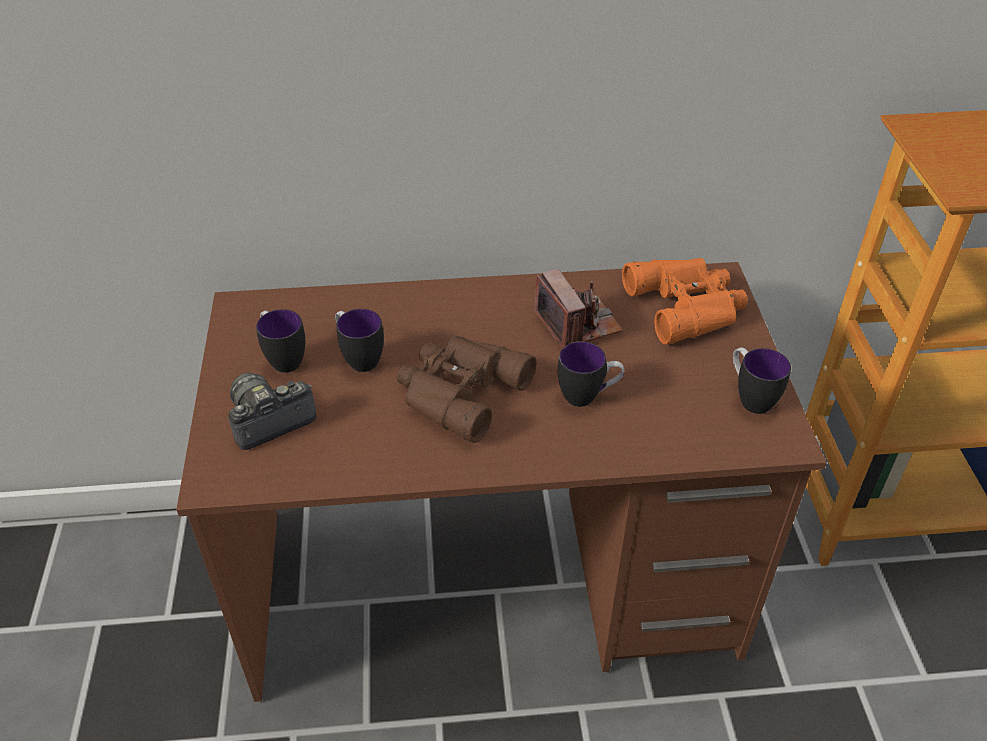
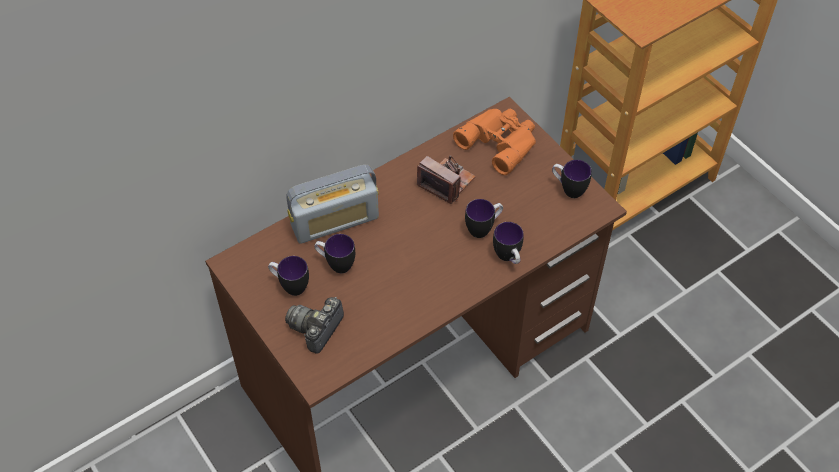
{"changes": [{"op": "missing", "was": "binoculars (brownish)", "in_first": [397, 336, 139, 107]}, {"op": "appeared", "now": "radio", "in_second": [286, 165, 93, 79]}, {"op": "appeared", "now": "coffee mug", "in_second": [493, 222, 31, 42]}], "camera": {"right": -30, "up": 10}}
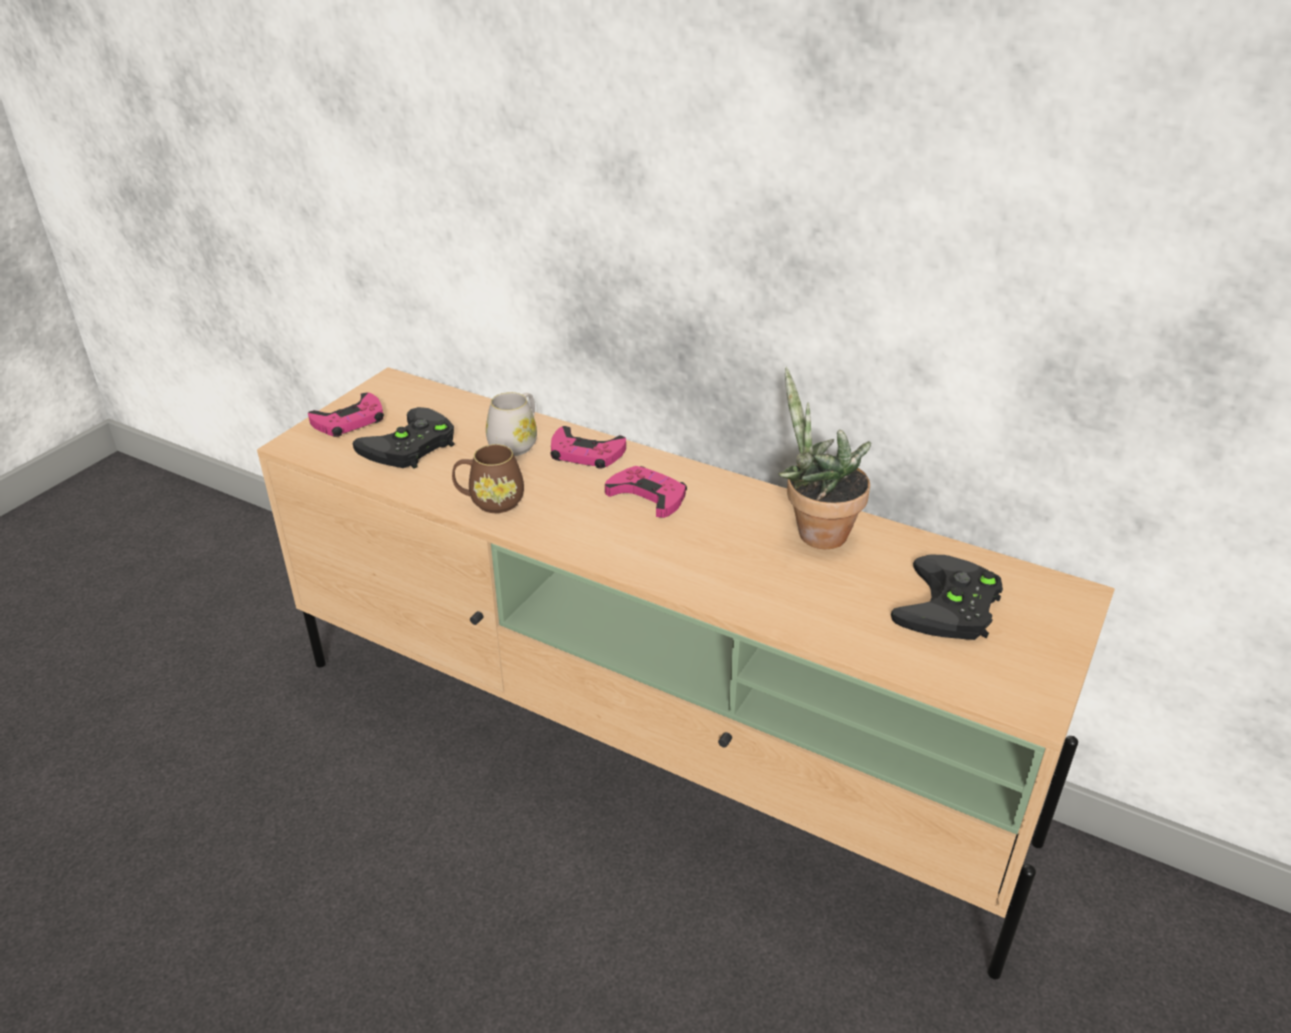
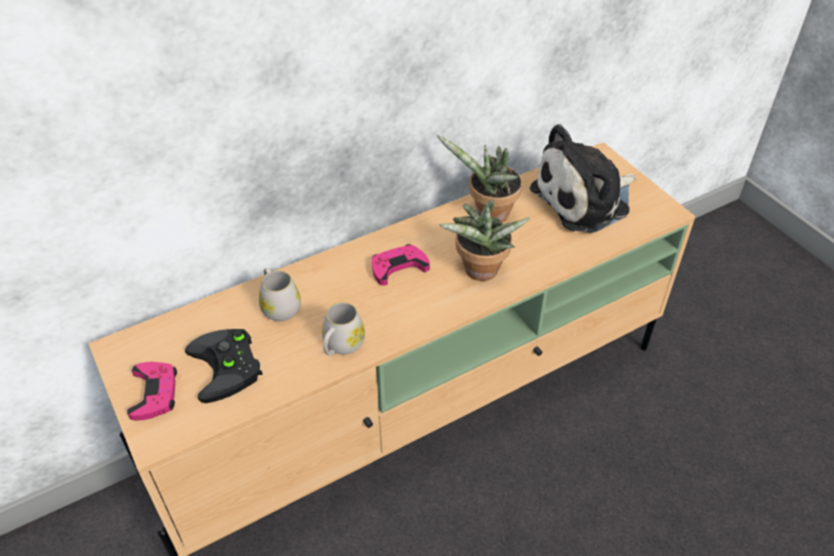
{"changes": [{"op": "colour", "was": "coffee mug (brownish)", "now": "coffee mug (white)", "in_first": [452, 444, 72, 69], "in_second": [322, 302, 43, 54]}, {"op": "missing", "was": "joypad (pink-coloured)", "in_first": [550, 426, 76, 43]}, {"op": "exchanged", "was": "joypad (blackish)", "now": "cuddly toy", "in_first": [891, 554, 112, 86], "in_second": [530, 124, 105, 109]}, {"op": "appeared", "now": "houseplant", "in_second": [438, 199, 92, 82]}], "camera": {"right": -60, "up": 10}}
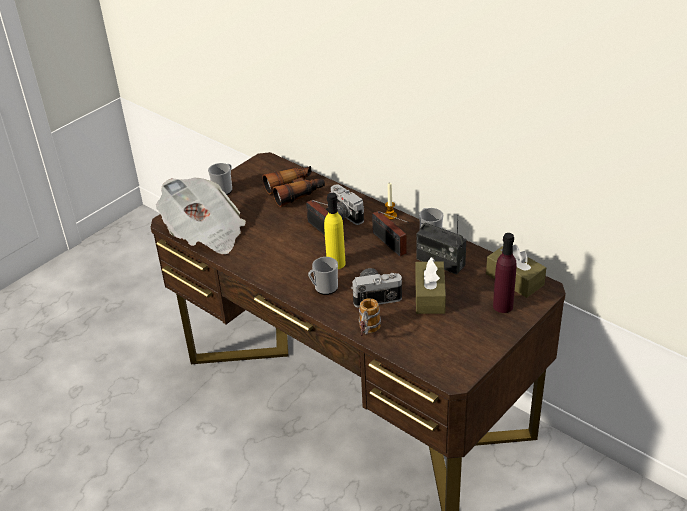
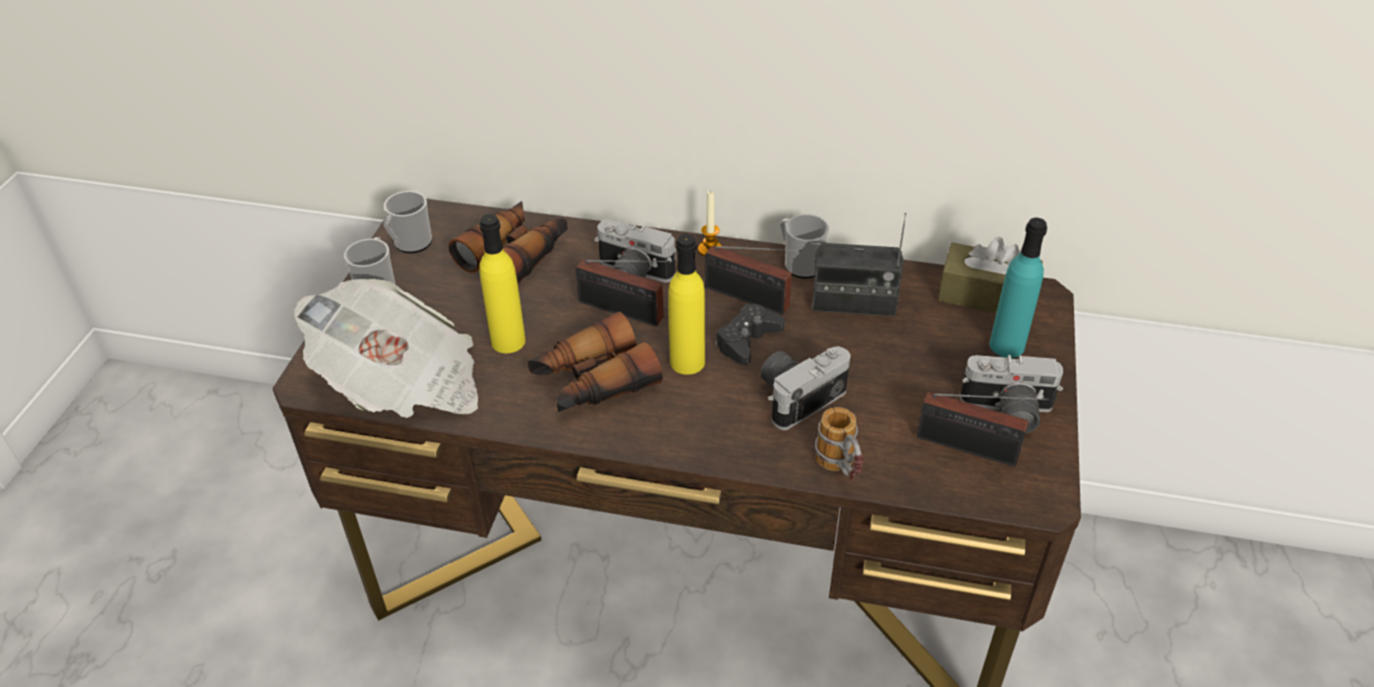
{"changes": [{"op": "relocated", "was": "coffee mug", "in_first": [308, 257, 30, 38], "in_second": [383, 191, 49, 62]}, {"op": "missing", "was": "tissue box (brownish)", "in_first": [415, 257, 31, 57]}, {"op": "colour", "was": "beverage bottle (purple)", "now": "beverage bottle (turquoise-coloured)", "in_first": [493, 233, 24, 80], "in_second": [990, 218, 57, 140]}, {"op": "appeared", "now": "beverage bottle (yellow-coloured)", "in_second": [479, 214, 47, 139]}, {"op": "appeared", "now": "binoculars", "in_second": [528, 312, 135, 100]}, {"op": "appeared", "now": "joypad (blackish)", "in_second": [715, 304, 70, 61]}, {"op": "appeared", "now": "radio", "in_second": [917, 392, 132, 74]}, {"op": "appeared", "now": "still camera", "in_second": [960, 355, 103, 79]}], "camera": {"right": -30, "up": 5}}
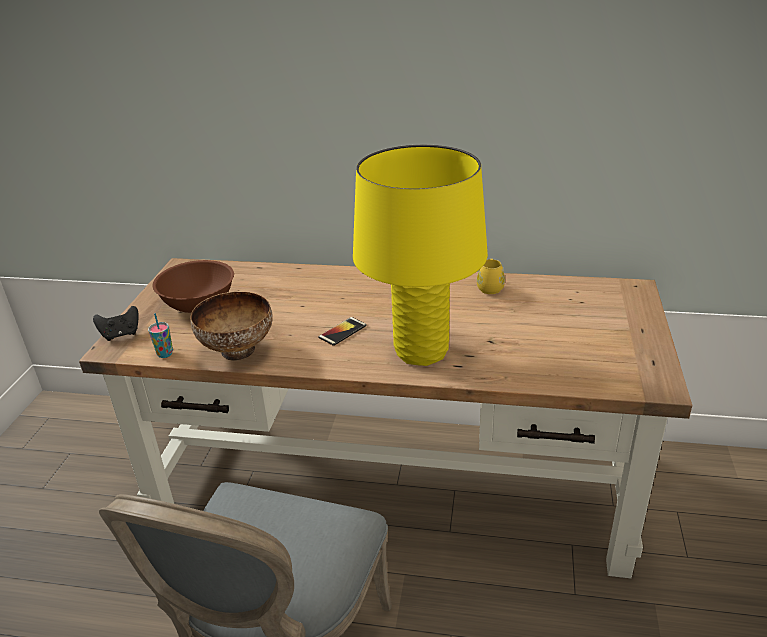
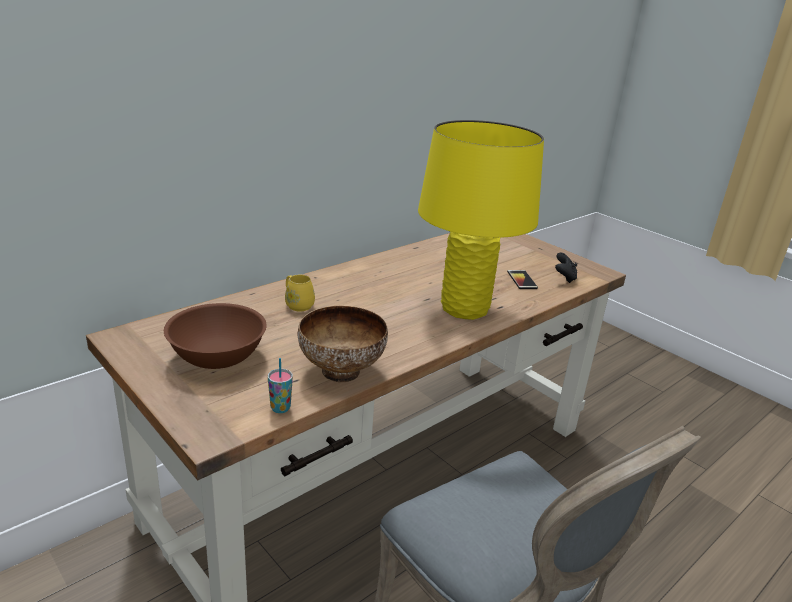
{"changes": [{"op": "relocated", "was": "joypad (blackish)", "in_first": [93, 306, 46, 35], "in_second": [555, 253, 22, 30]}, {"op": "relocated", "was": "handset", "in_first": [318, 317, 49, 29], "in_second": [507, 270, 31, 19]}, {"op": "relocated", "was": "coffee mug (yellow-coloured)", "in_first": [477, 259, 28, 35], "in_second": [285, 274, 30, 37]}], "camera": {"right": -55, "up": -5}}
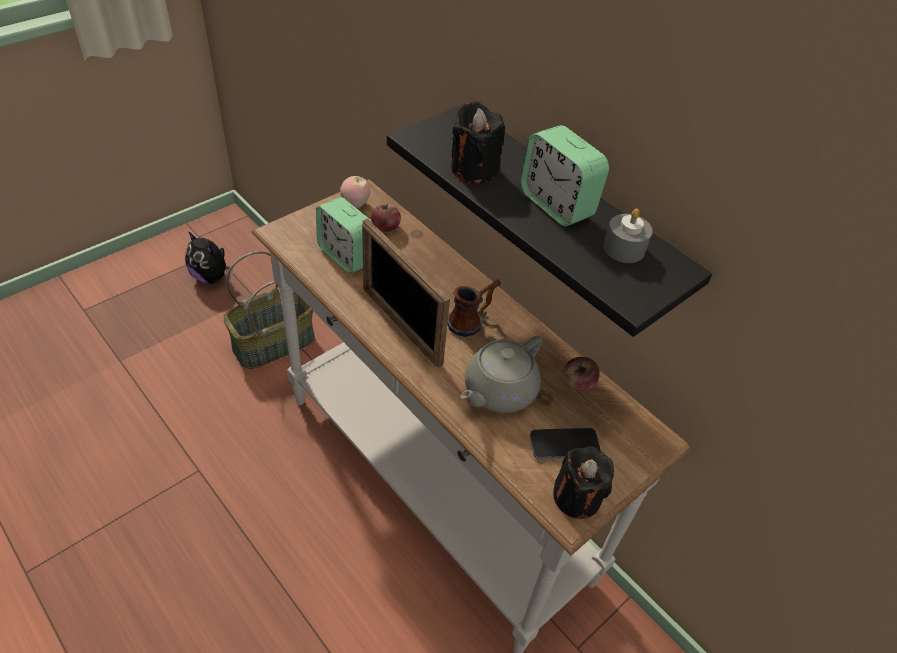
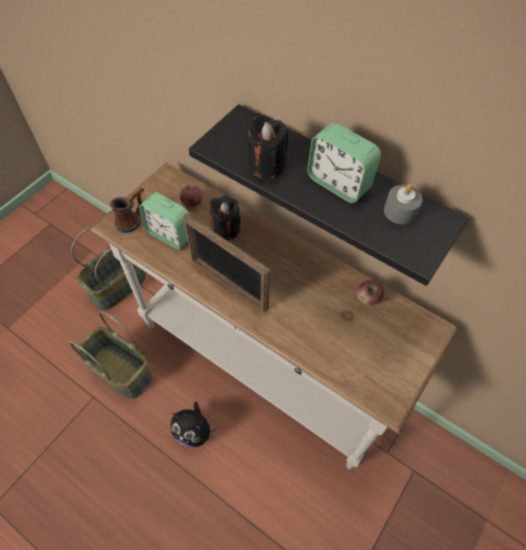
{"changes": [{"op": "relocated", "was": "cuddly toy", "in_first": [185, 231, 48, 53], "in_second": [170, 402, 47, 45]}, {"op": "missing", "was": "apple fruit", "in_first": [340, 176, 30, 32]}, {"op": "relocated", "was": "coffee mug", "in_first": [448, 280, 53, 57], "in_second": [110, 187, 34, 46]}, {"op": "missing", "was": "teapot (gray)", "in_first": [461, 336, 82, 77]}, {"op": "missing", "was": "handset", "in_first": [530, 428, 71, 31]}, {"op": "relocated", "was": "wax candle (blackish)", "in_first": [553, 446, 61, 73], "in_second": [210, 196, 31, 45]}, {"op": "appeared", "now": "basket", "in_second": [69, 311, 84, 88]}], "camera": {"right": -10, "up": 10}}
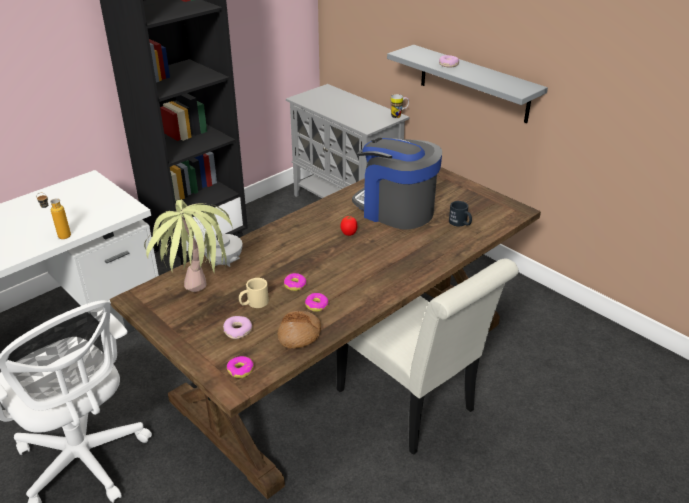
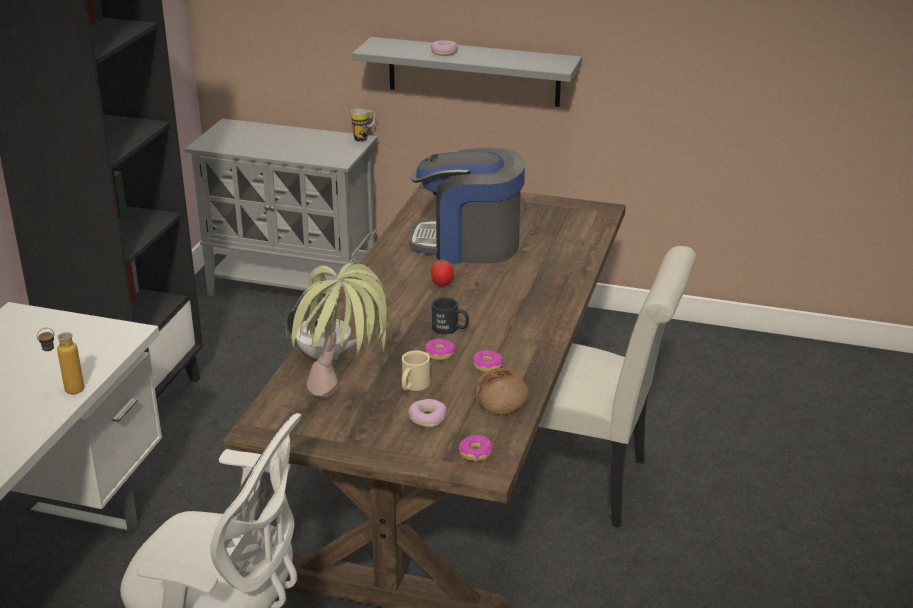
{"changes": [{"op": "relocated", "was": "coffee mug (blackish)", "in_first": [449, 201, 23, 25], "in_second": [432, 297, 37, 38]}], "camera": {"right": -30, "up": -5}}
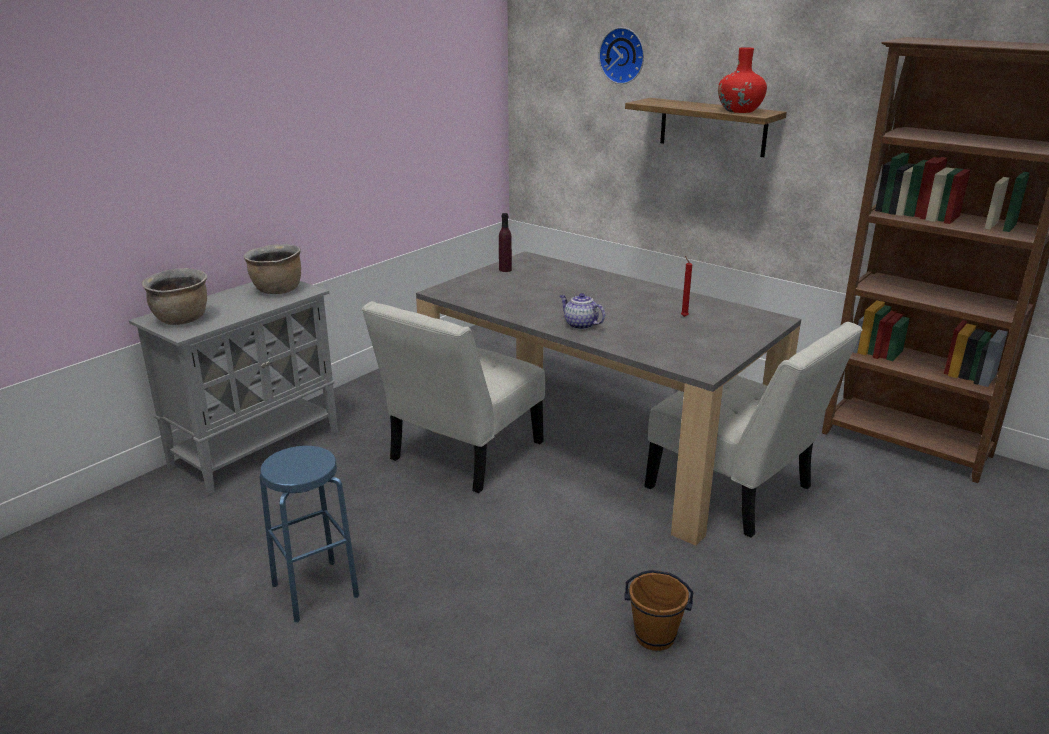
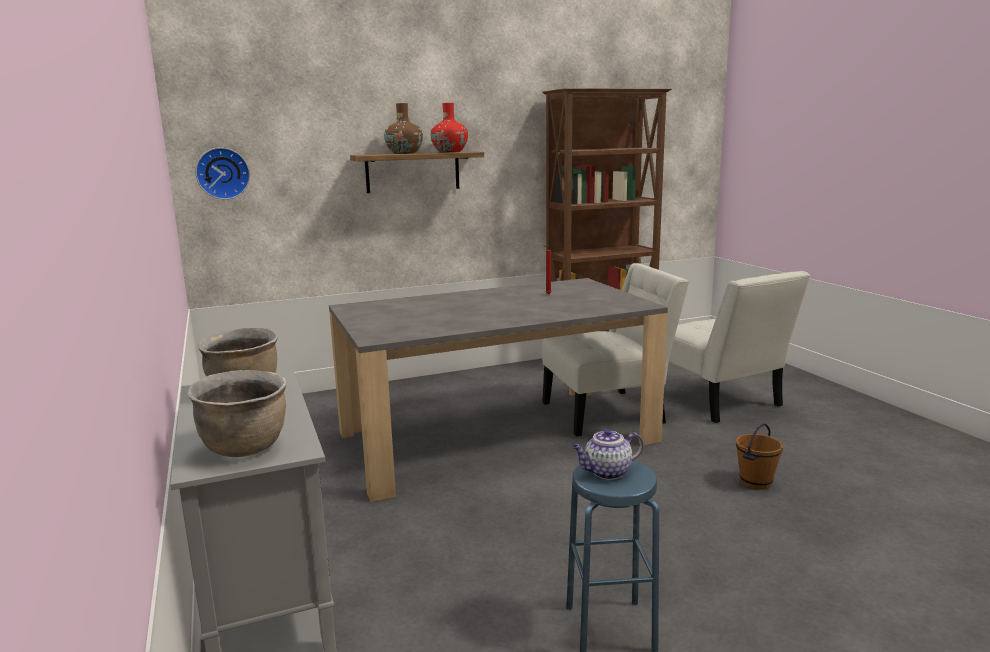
{"changes": [{"op": "relocated", "was": "plain chair (white)", "in_first": [362, 301, 183, 192], "in_second": [669, 271, 141, 152]}, {"op": "missing", "was": "beverage bottle (purple)", "in_first": [499, 213, 13, 59]}, {"op": "relocated", "was": "teapot", "in_first": [560, 293, 45, 37], "in_second": [572, 429, 71, 51]}, {"op": "relocated", "was": "hanging clock", "in_first": [599, 27, 45, 57], "in_second": [195, 147, 55, 53]}, {"op": "appeared", "now": "decorative vase (brownish)", "in_second": [384, 103, 39, 51]}], "camera": {"right": -60, "up": -10}}
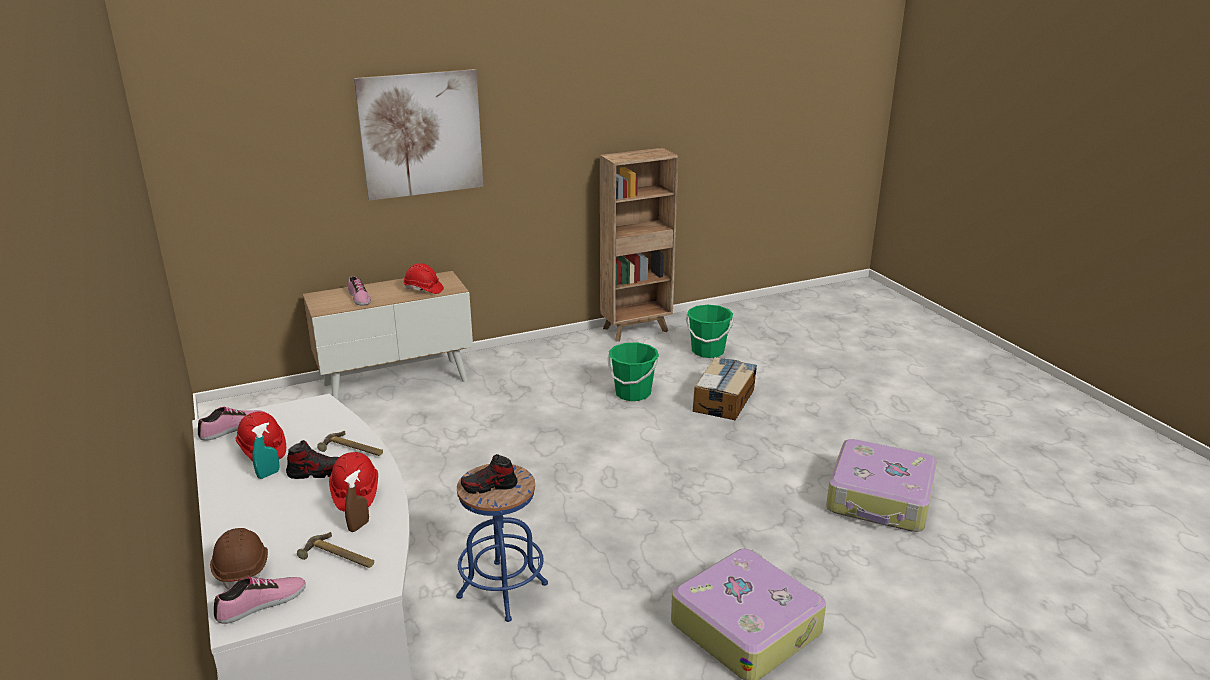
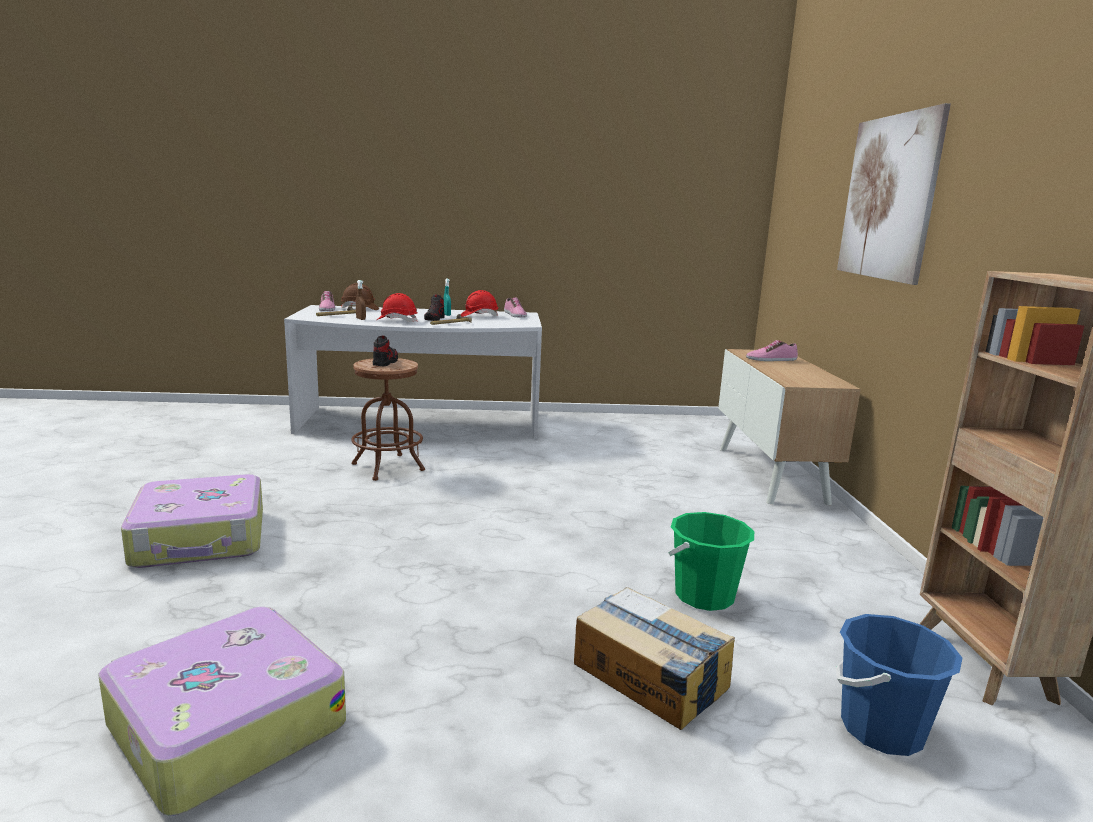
{"changes": [{"op": "missing", "was": "hard hat (reddish)", "in_first": [403, 263, 41, 31]}, {"op": "colour", "was": "sitting stool (blue)", "now": "sitting stool (brownish)", "in_first": [456, 464, 92, 158], "in_second": [351, 358, 74, 123]}, {"op": "colour", "was": "bucket (green-coloured)", "now": "bucket (blue)", "in_first": [686, 305, 48, 53], "in_second": [836, 614, 126, 142]}], "camera": {"right": 110, "up": -10}}
